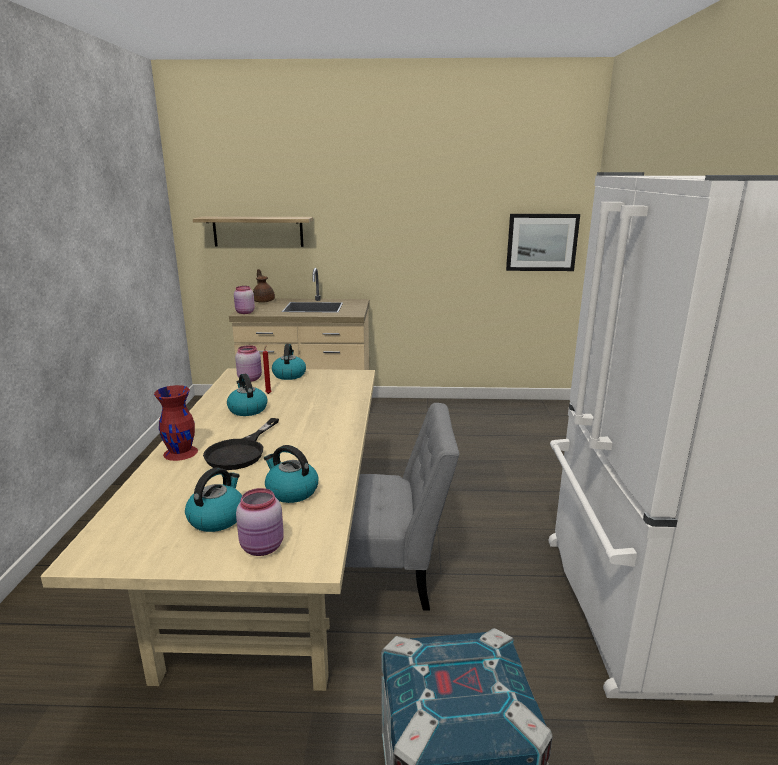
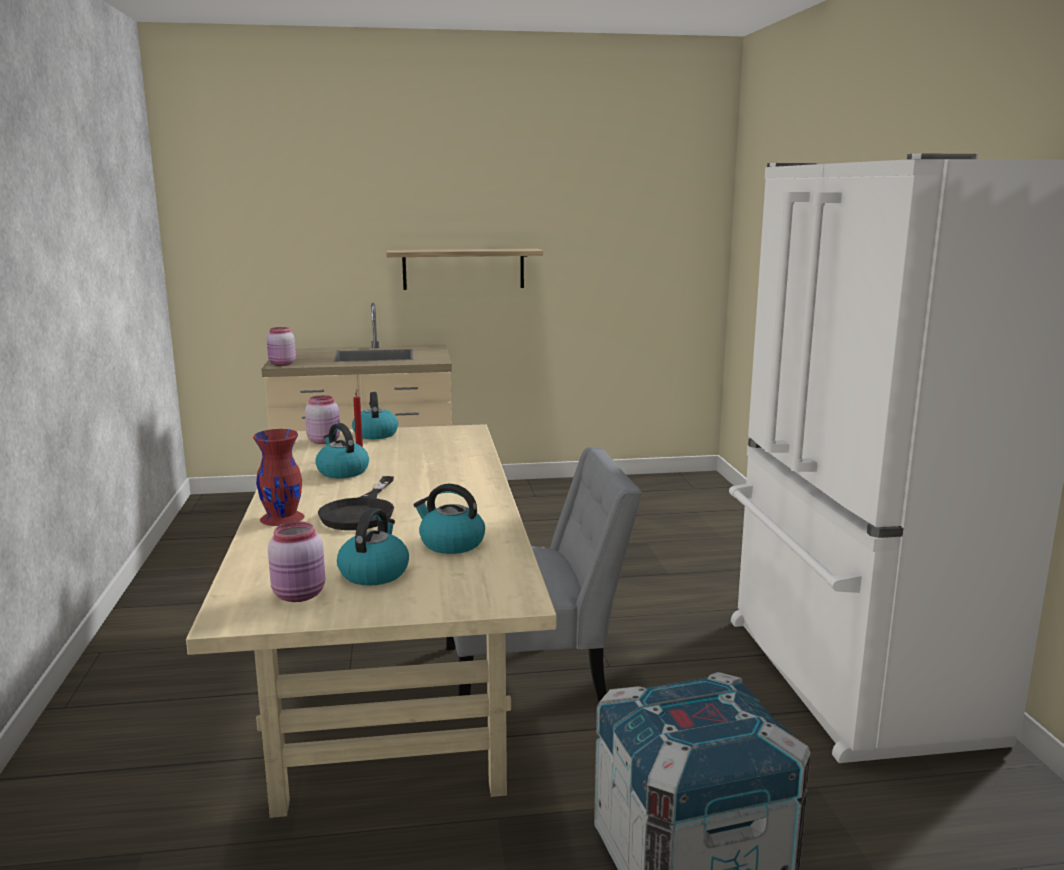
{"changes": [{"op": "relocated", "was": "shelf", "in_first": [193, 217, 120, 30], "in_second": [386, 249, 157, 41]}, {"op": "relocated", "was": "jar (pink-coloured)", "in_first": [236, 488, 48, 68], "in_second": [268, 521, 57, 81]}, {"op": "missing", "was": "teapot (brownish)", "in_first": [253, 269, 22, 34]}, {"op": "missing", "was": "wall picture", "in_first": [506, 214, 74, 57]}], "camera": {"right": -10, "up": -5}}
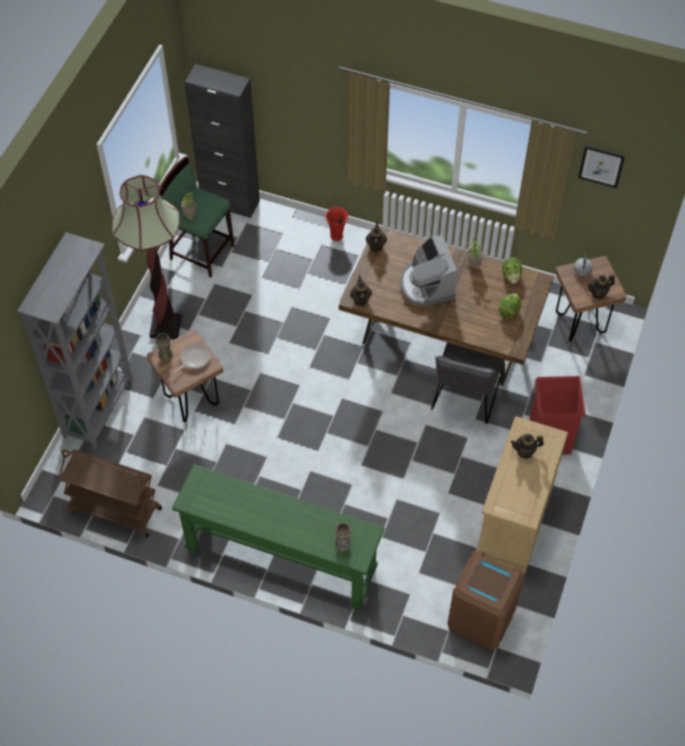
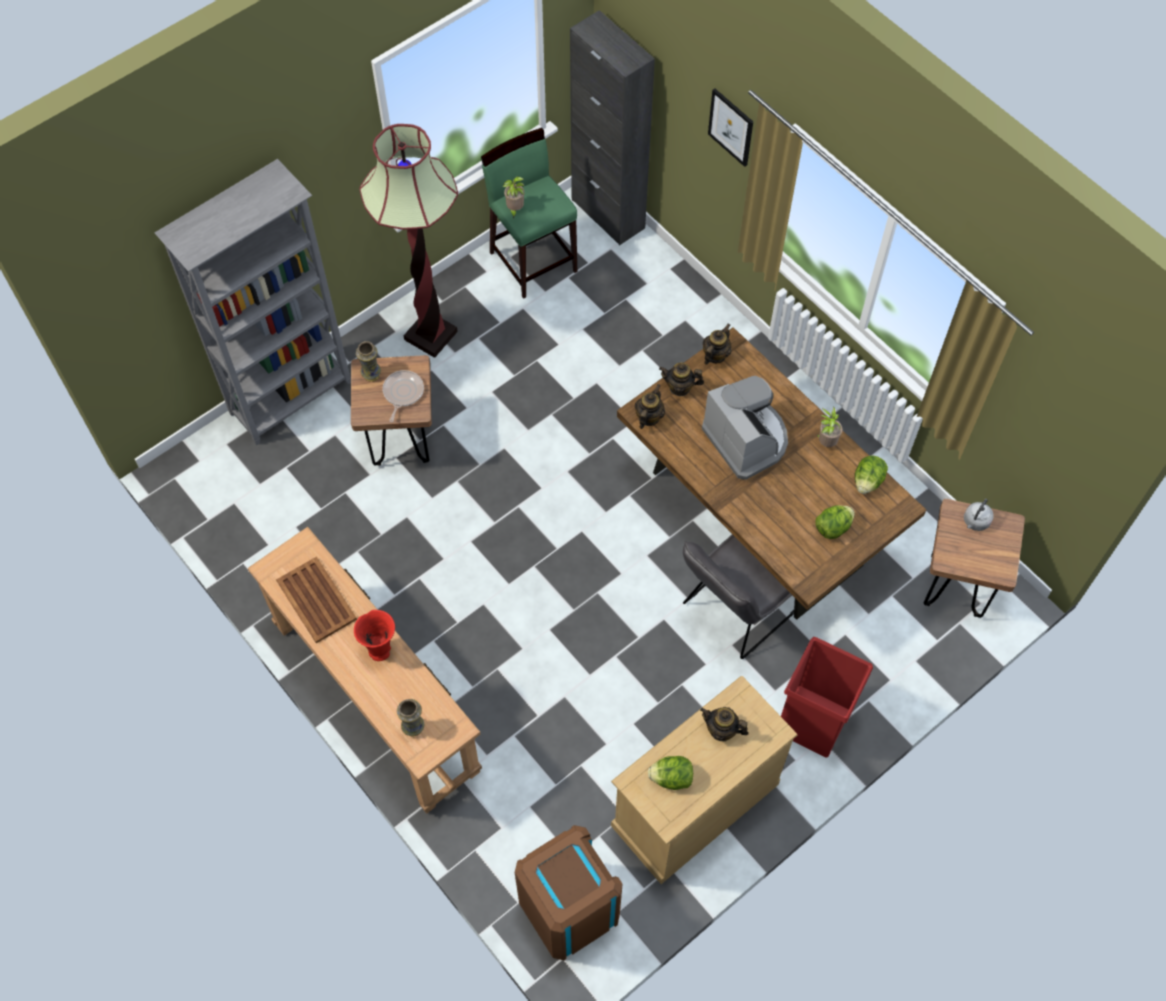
{"changes": [{"op": "missing", "was": "trolley (brownish)", "in_first": [58, 449, 104, 88]}, {"op": "colour", "was": "hall table (green-coloured)", "now": "hall table (brownish)", "in_first": [172, 464, 212, 146], "in_second": [248, 527, 234, 286]}, {"op": "spun", "was": "frying pan", "in_first": [173, 343, 37, 31], "in_second": [383, 370, 41, 52], "clockwise": -60}, {"op": "relocated", "was": "decorative vase (reddish)", "in_first": [325, 207, 23, 34], "in_second": [354, 610, 41, 51]}, {"op": "spun", "was": "coffee machine", "in_first": [400, 235, 57, 71], "in_second": [702, 376, 86, 104], "clockwise": 135}, {"op": "relocated", "was": "wall picture", "in_first": [578, 145, 47, 43], "in_second": [708, 89, 45, 78]}, {"op": "relocated", "was": "teapot", "in_first": [587, 275, 28, 24], "in_second": [659, 362, 45, 34]}, {"op": "appeared", "now": "tray (brownish)", "in_second": [276, 557, 81, 86]}, {"op": "appeared", "now": "head of lettuce", "in_second": [648, 756, 45, 34]}], "camera": {"right": 30, "up": 5}}
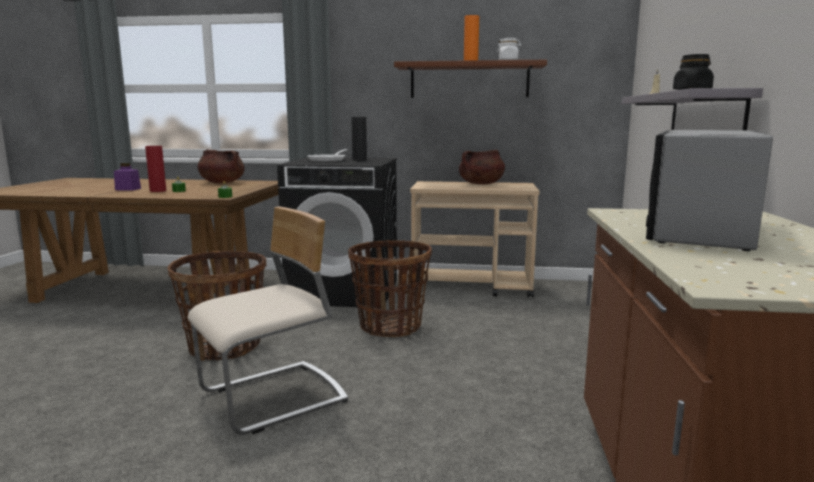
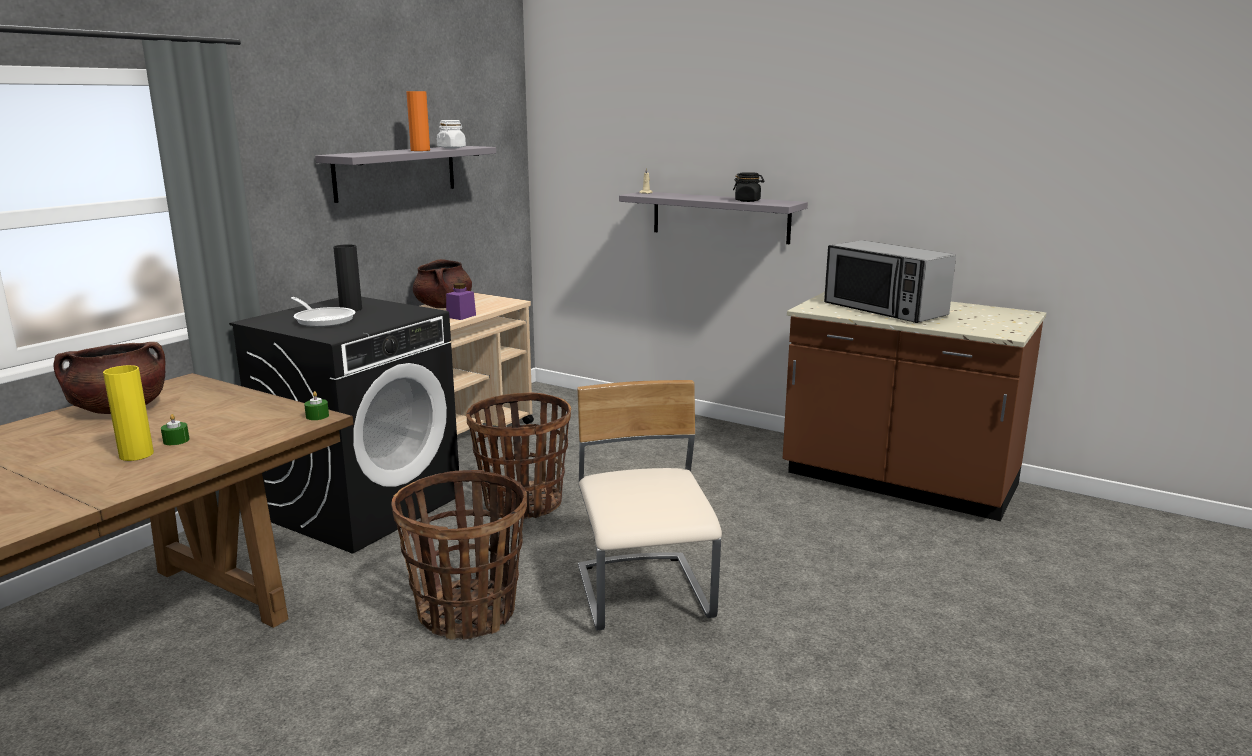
{"changes": [{"op": "relocated", "was": "jar (purple)", "in_first": [114, 163, 27, 28], "in_second": [446, 283, 30, 37]}, {"op": "colour", "was": "decorative vase (reddish)", "now": "decorative vase (yellow-coloured)", "in_first": [145, 146, 21, 46], "in_second": [103, 365, 51, 96]}, {"op": "colour", "was": "shelf (brownish)", "now": "shelf (gray)", "in_first": [394, 60, 153, 38], "in_second": [315, 146, 181, 57]}], "camera": {"right": -65, "up": 5}}
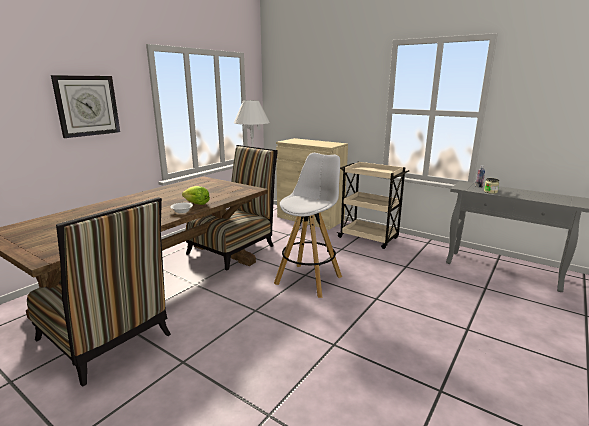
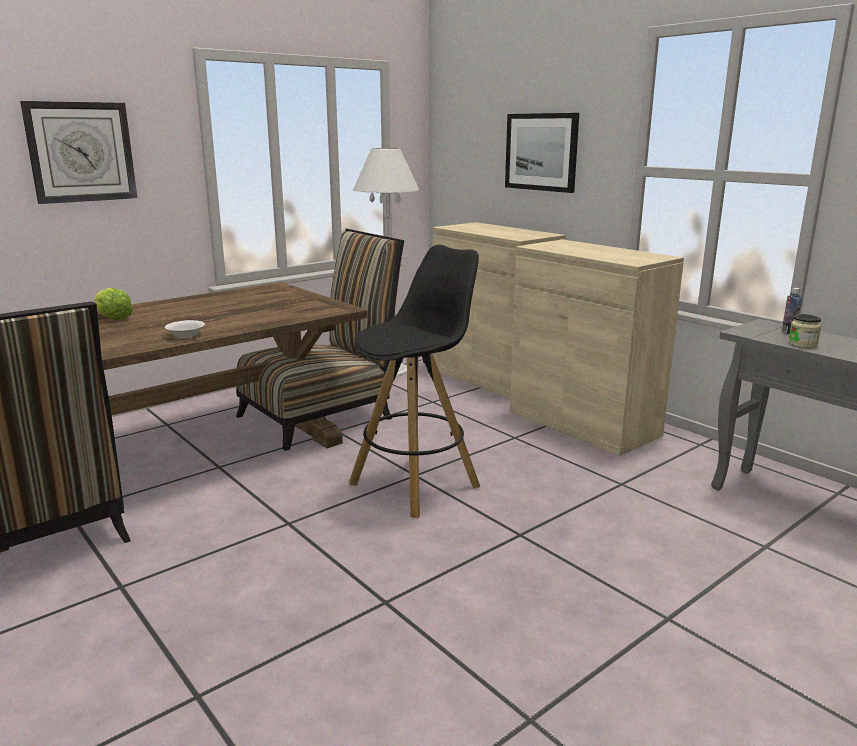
{"changes": [{"op": "relocated", "was": "head of lettuce", "in_first": [182, 186, 28, 19], "in_second": [94, 288, 39, 32]}, {"op": "colour", "was": "sitting stool (white)", "now": "sitting stool (blackish)", "in_first": [274, 153, 68, 145], "in_second": [349, 245, 131, 274]}, {"op": "exchanged", "was": "trolley (beige-coloured)", "now": "storage cabinet (beige-coloured)", "in_first": [336, 161, 73, 88], "in_second": [510, 240, 174, 216]}, {"op": "appeared", "now": "wall picture", "in_second": [505, 113, 74, 80]}], "camera": {"right": 15, "up": 0}}
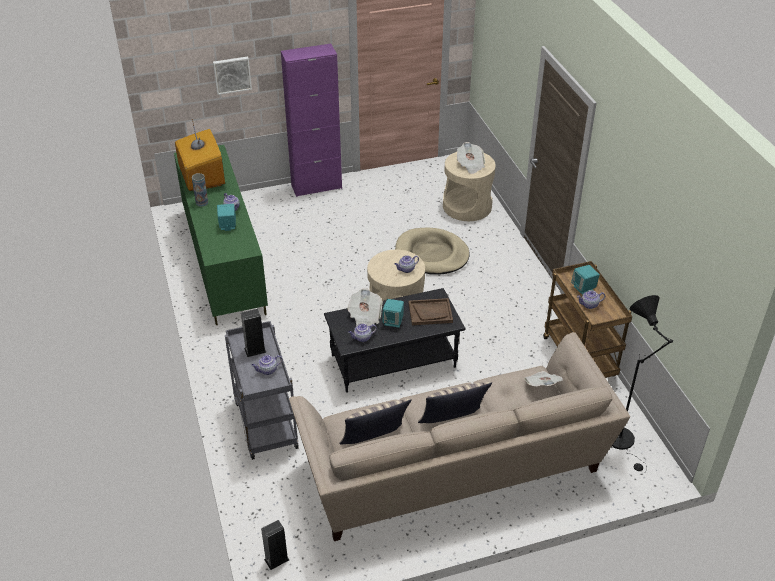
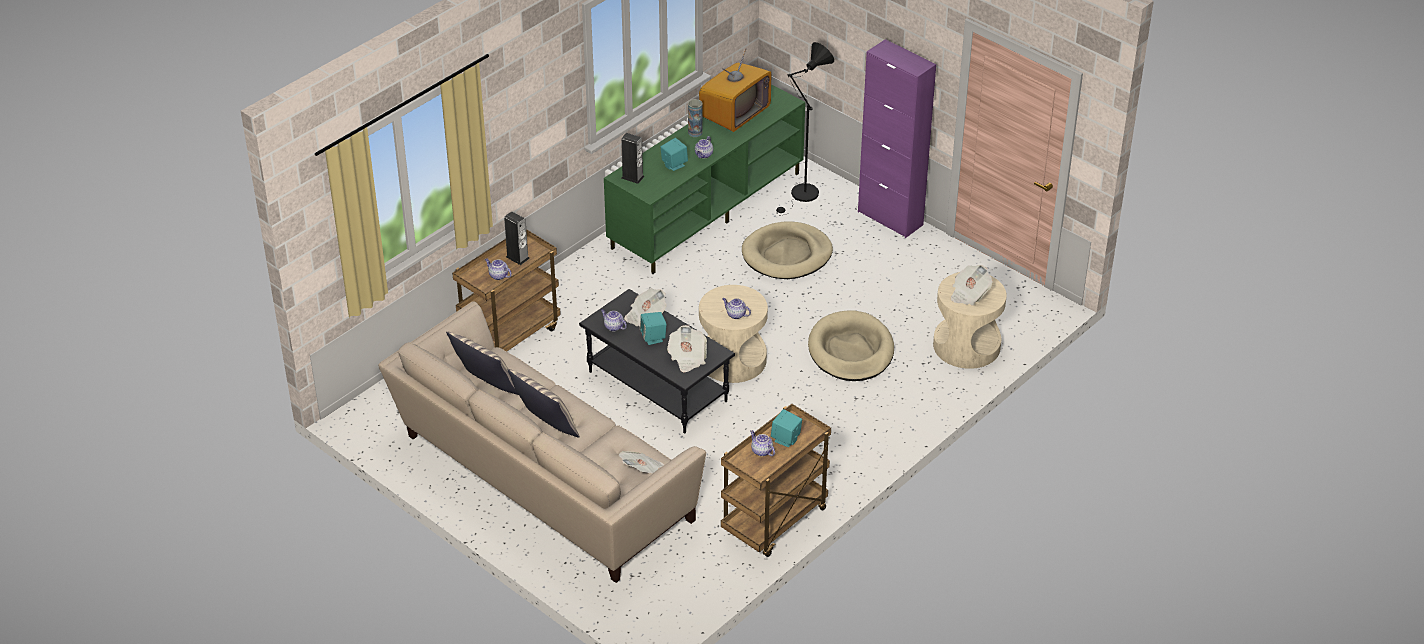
{"changes": [{"op": "missing", "was": "wall picture", "in_first": [213, 57, 39, 38]}, {"op": "colour", "was": "trolley (gray)", "now": "trolley (brownish)", "in_first": [225, 321, 74, 139], "in_second": [452, 229, 109, 122]}, {"op": "relocated", "was": "speaker", "in_first": [261, 520, 28, 50], "in_second": [621, 133, 23, 51]}, {"op": "exchanged", "was": "tray (brownish)", "now": "printed paper", "in_first": [409, 298, 44, 27], "in_second": [667, 325, 40, 48]}, {"op": "relocated", "was": "standing lamp (blackish)", "in_first": [612, 295, 61, 178], "in_second": [776, 42, 58, 174]}, {"op": "appeared", "now": "dog cushion (beige-coloured)", "in_second": [742, 221, 91, 58]}], "camera": {"right": 60, "up": 0}}
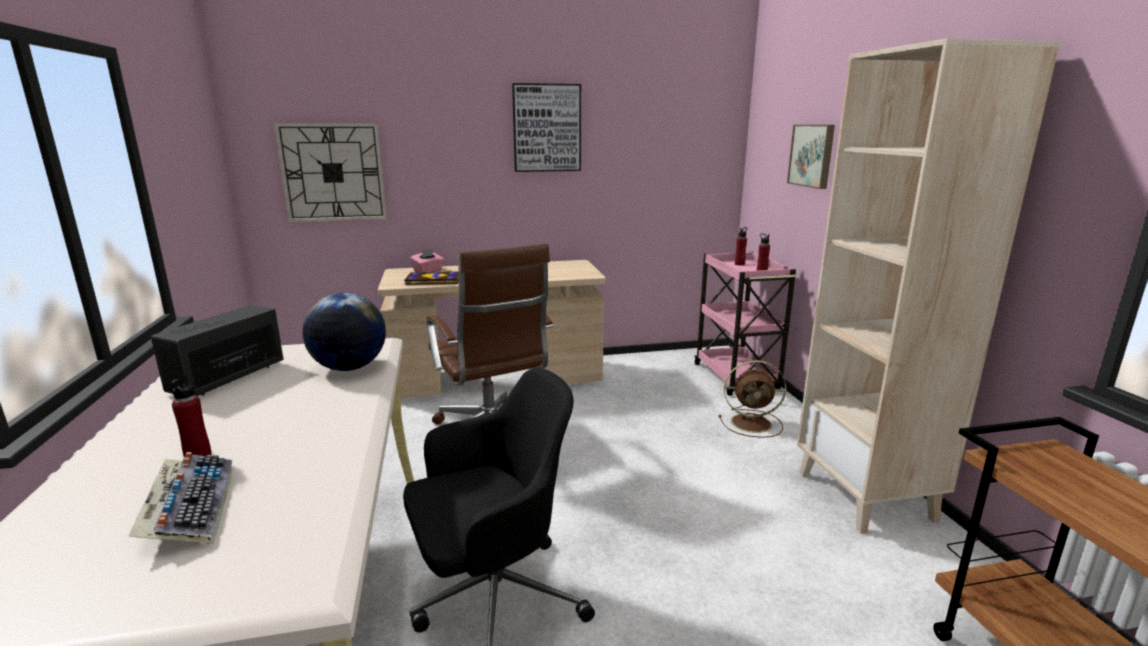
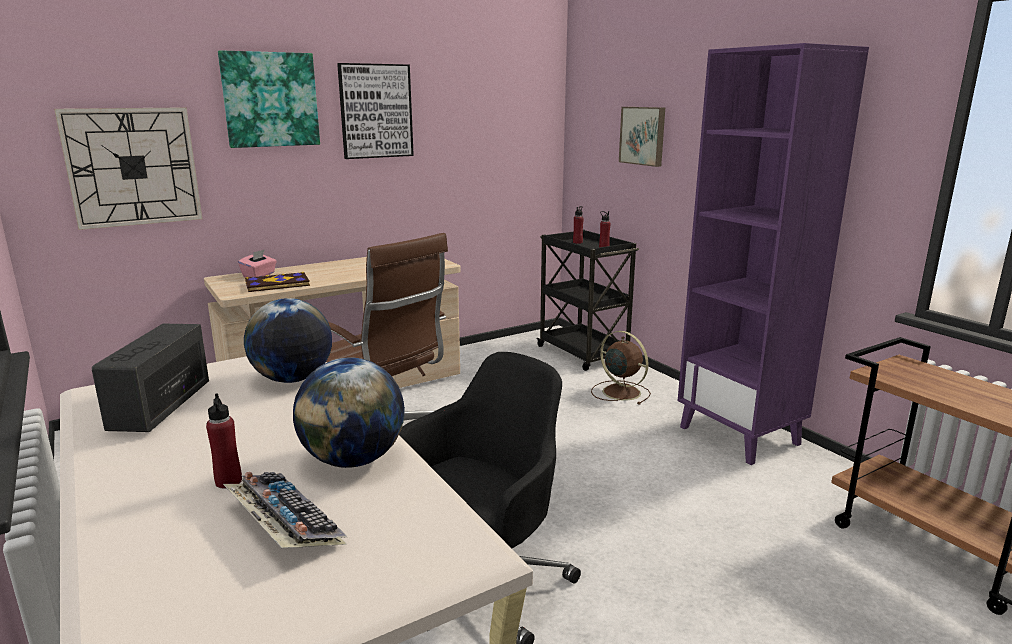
{"changes": [{"op": "colour", "was": "trolley (pink-coloured)", "now": "trolley (blackish)", "in_first": [694, 252, 103, 144], "in_second": [536, 230, 103, 141]}, {"op": "spun", "was": "fan (brownish)", "in_first": [719, 360, 67, 78], "in_second": [591, 331, 60, 74], "clockwise": -120}, {"op": "colour", "was": "bookcase (beige-coloured)", "now": "bookcase (purple)", "in_first": [797, 38, 263, 496], "in_second": [678, 43, 191, 422]}, {"op": "appeared", "now": "wall picture", "in_second": [218, 50, 102, 98]}, {"op": "appeared", "now": "desk globe", "in_second": [293, 357, 112, 111]}], "camera": {"right": -20, "up": 0}}
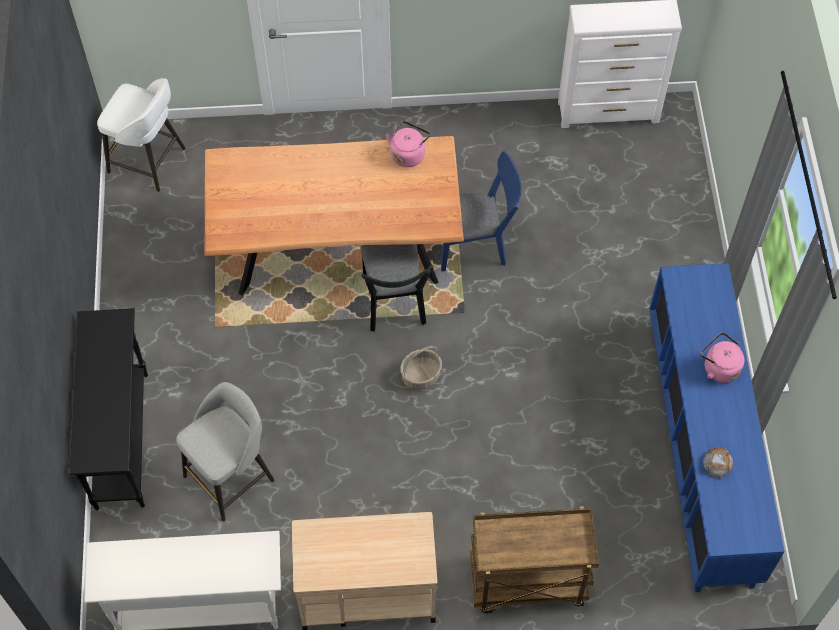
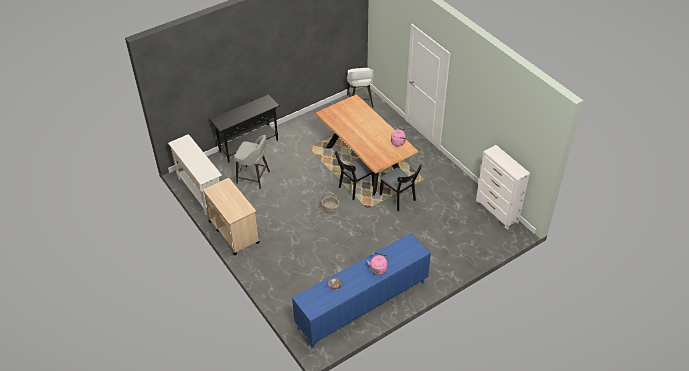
{"changes": [{"op": "colour", "was": "plain chair (blue)", "now": "plain chair (blackish)", "in_first": [441, 151, 80, 120], "in_second": [379, 164, 43, 47]}, {"op": "missing", "was": "trolley (brownish)", "in_first": [470, 506, 129, 107]}], "camera": {"right": 60, "up": -15}}
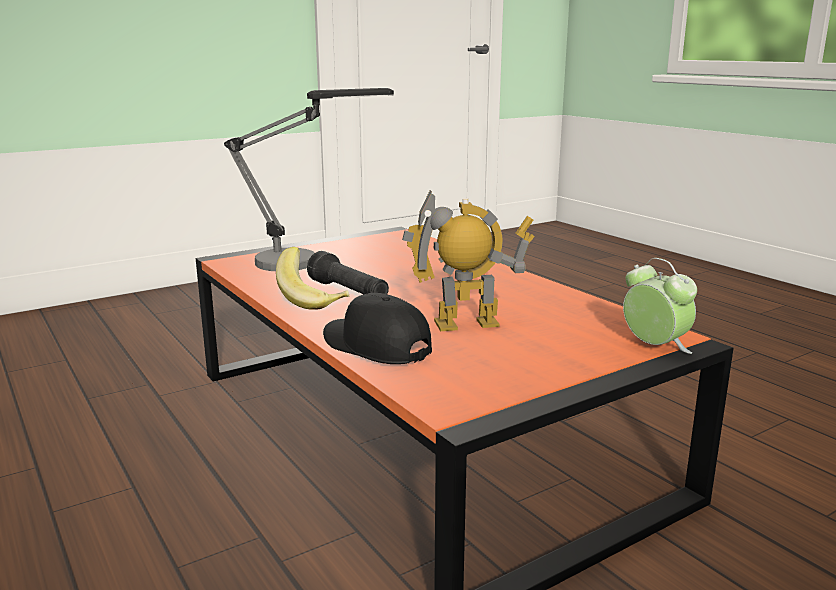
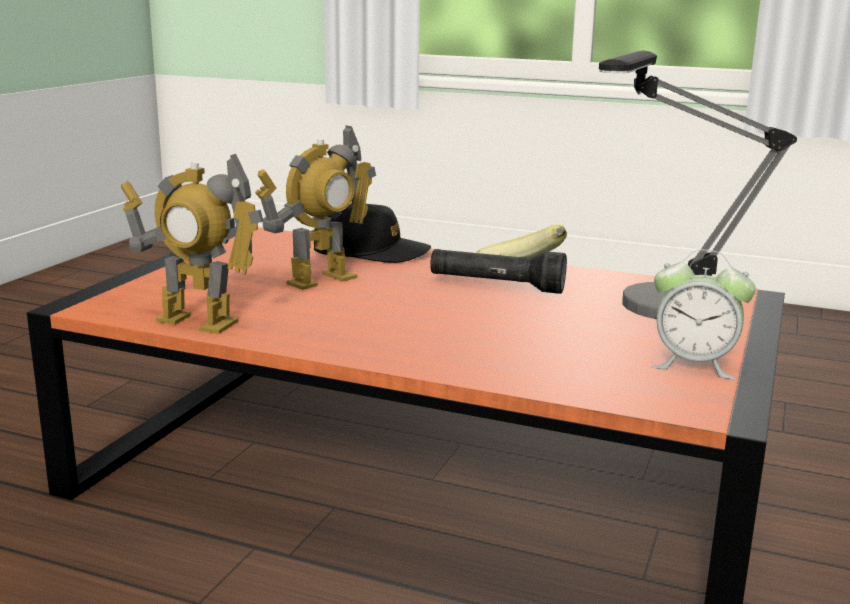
{"changes": [{"op": "relocated", "was": "bedside clock", "in_first": [623, 258, 74, 96], "in_second": [651, 250, 105, 129]}, {"op": "appeared", "now": "robot figure", "in_second": [121, 154, 142, 180]}], "camera": {"right": 145, "up": 0}}
